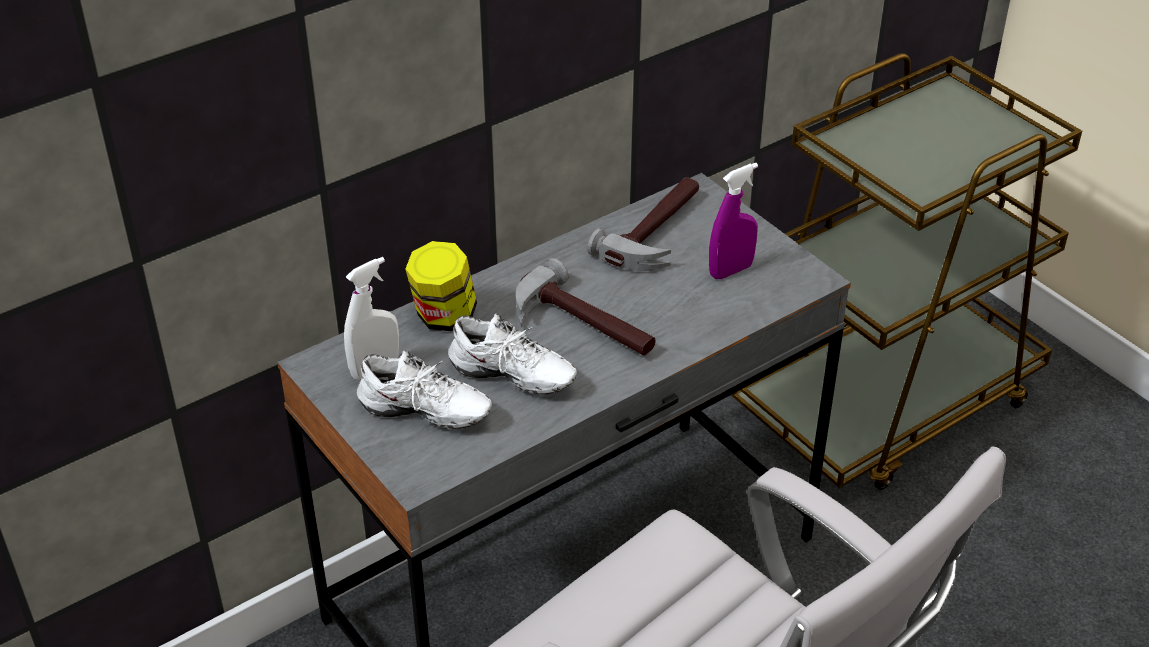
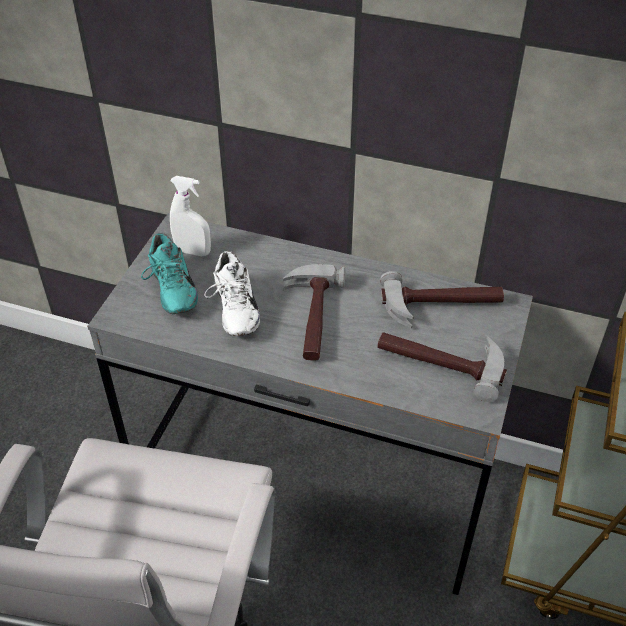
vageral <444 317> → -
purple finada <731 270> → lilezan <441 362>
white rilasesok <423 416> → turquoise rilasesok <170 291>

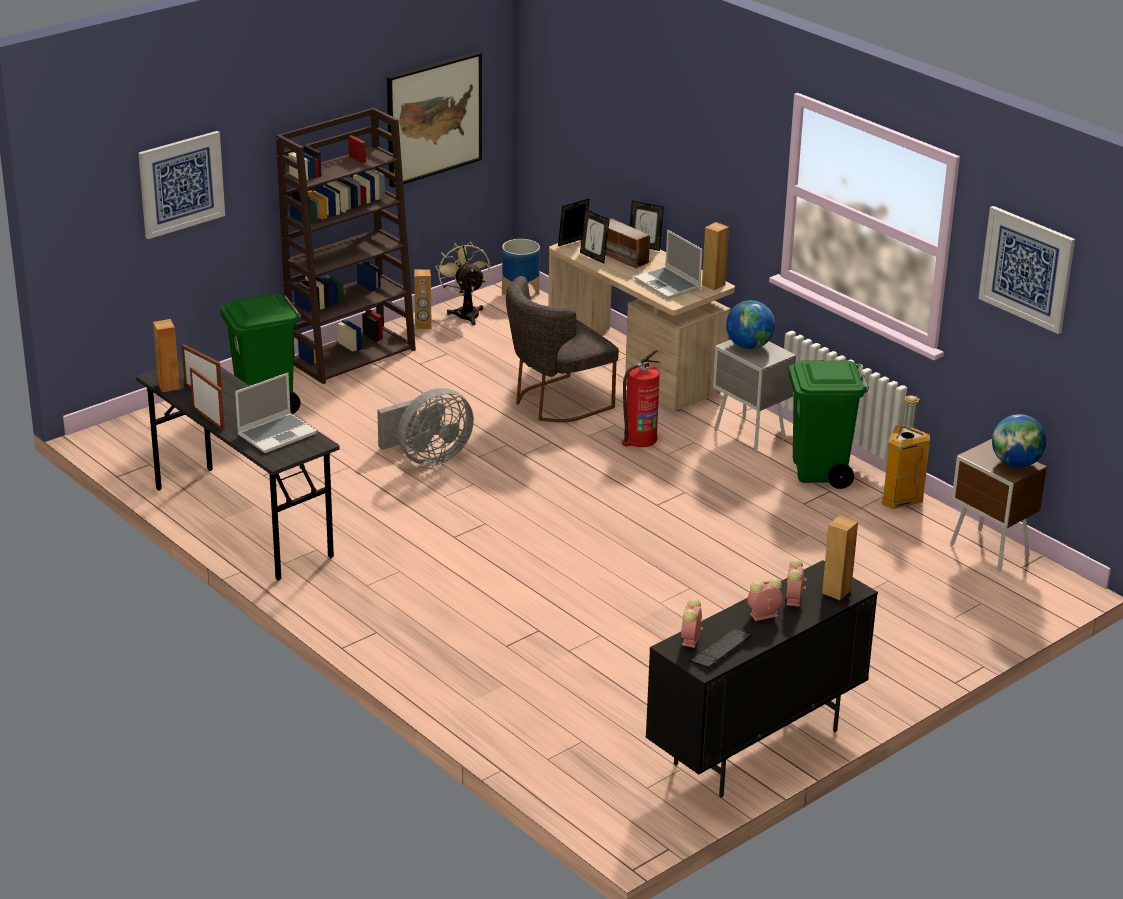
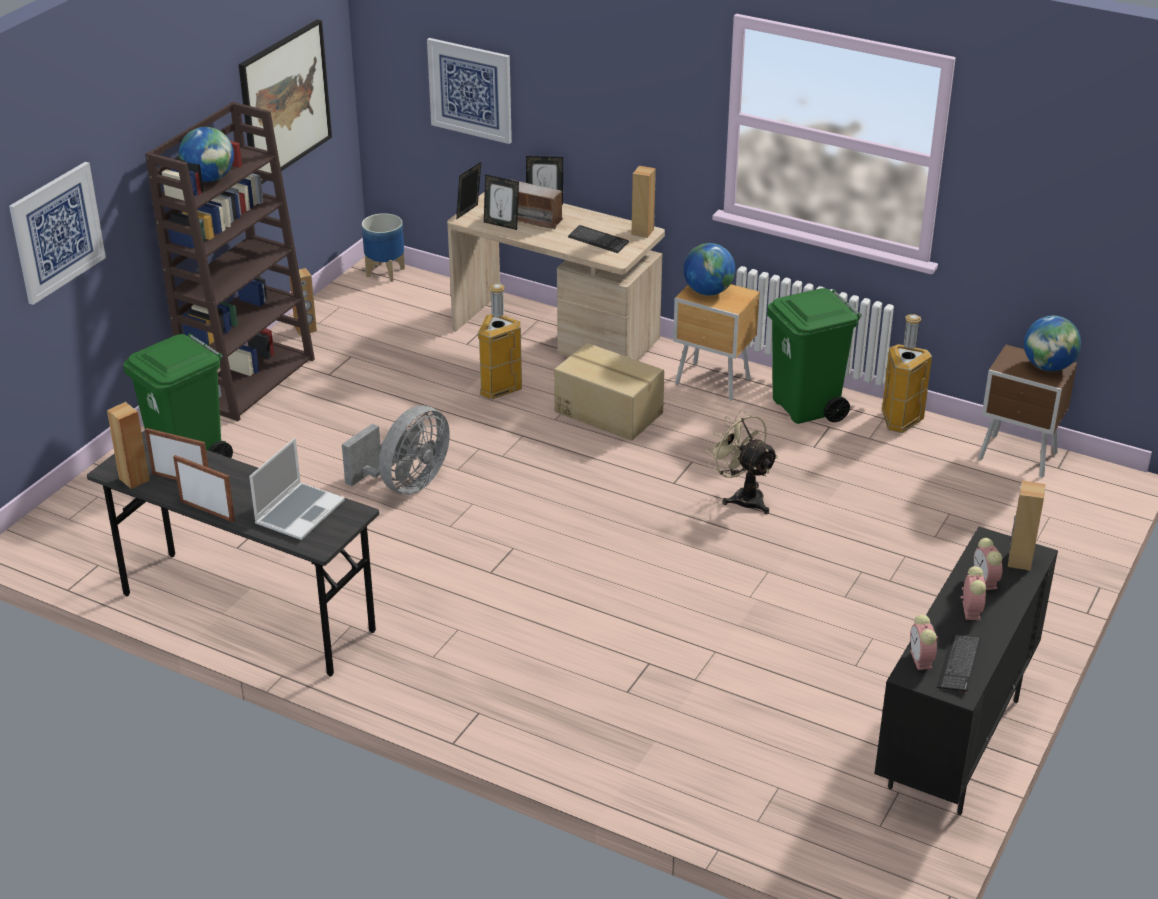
- → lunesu <209 179>
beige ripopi <465 312> → beige ripopi <742 497>, shifted
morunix <1027 269> → morunix <470 90>, shifted
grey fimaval <556 403> → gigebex <499 389>
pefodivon <639 439> → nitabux <609 411>
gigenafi <668 284> → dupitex <598 240>
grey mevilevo <750 436> → brown mevilevo <713 383>
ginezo <763 615> → ginezo <970 609>, 135 degrees clockwise

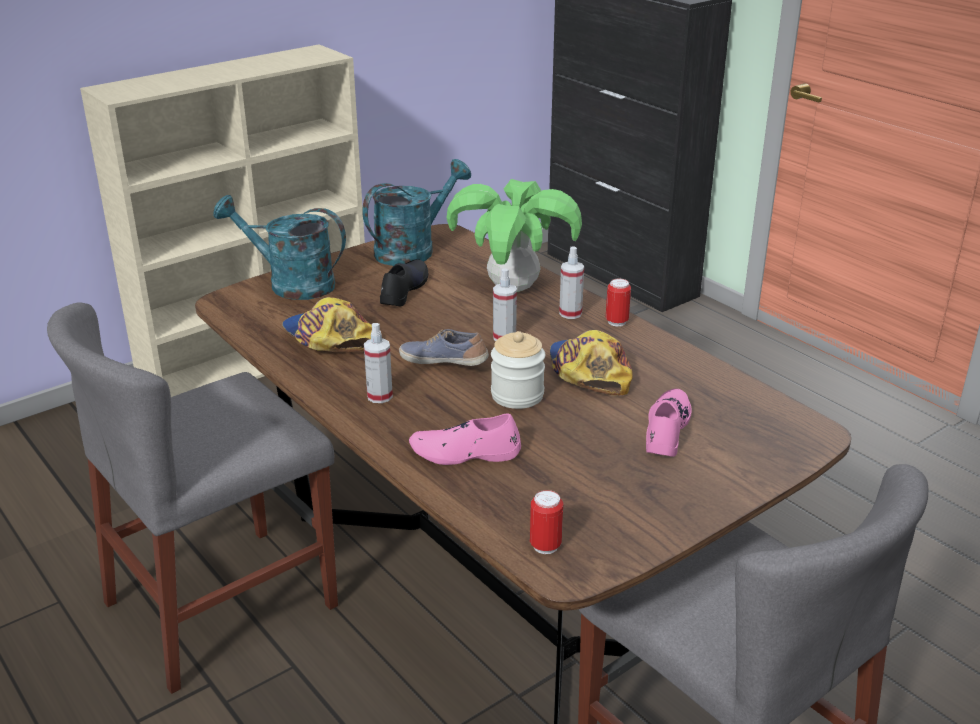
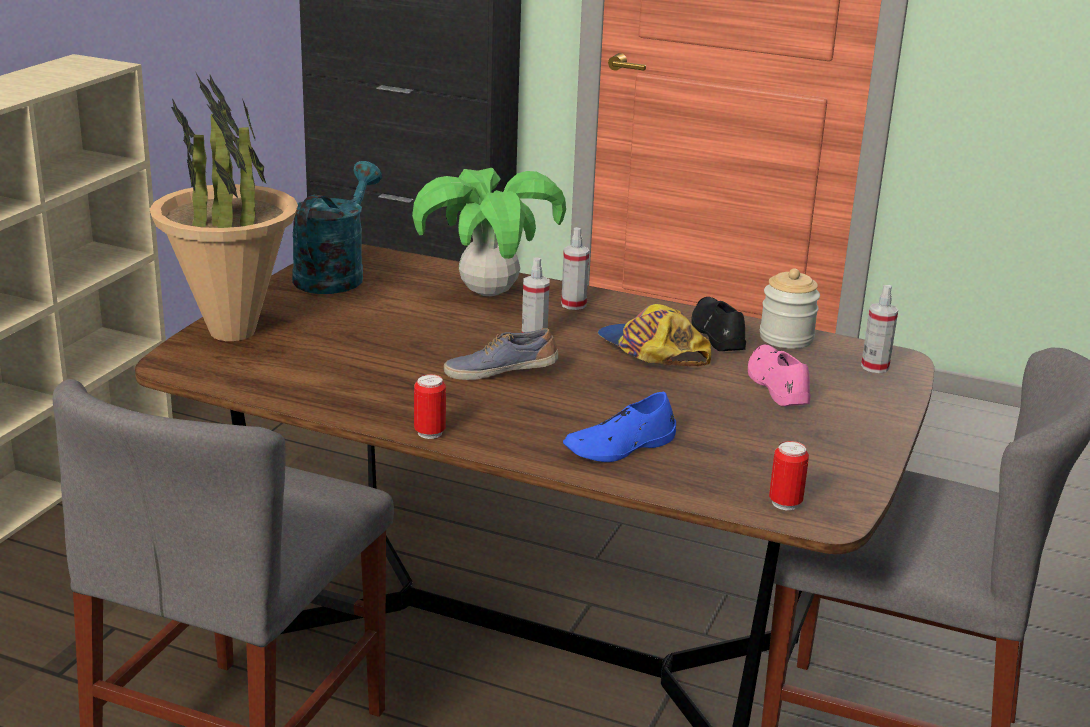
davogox <328 338> → -
finada <379 396> → finada <875 367>, shifted
black rilasesok <403 289> → black rilasesok <717 333>, shifted
vageral <517 395> → vageral <786 338>, shifted
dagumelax <616 322> → dagumelax <429 433>, shifted
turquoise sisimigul <291 284> → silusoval <233 332>
pink rilasesok <465 453> → blue rilasesok <620 446>

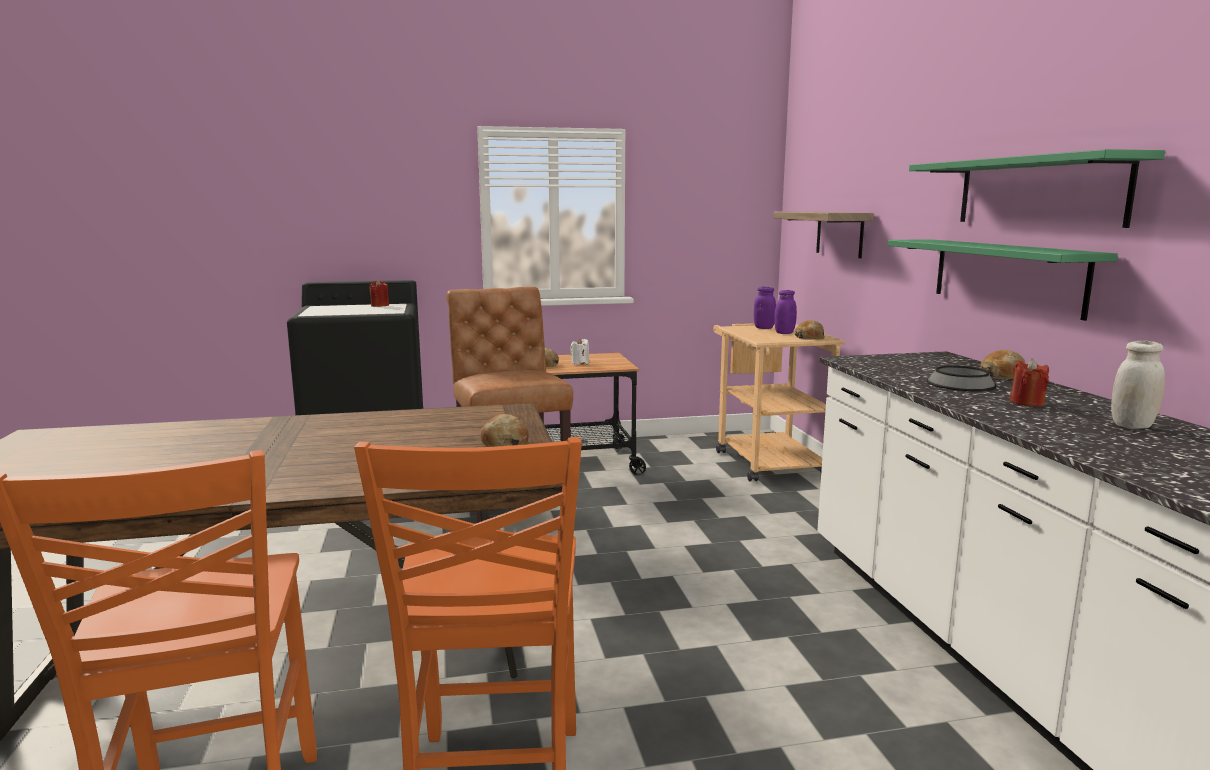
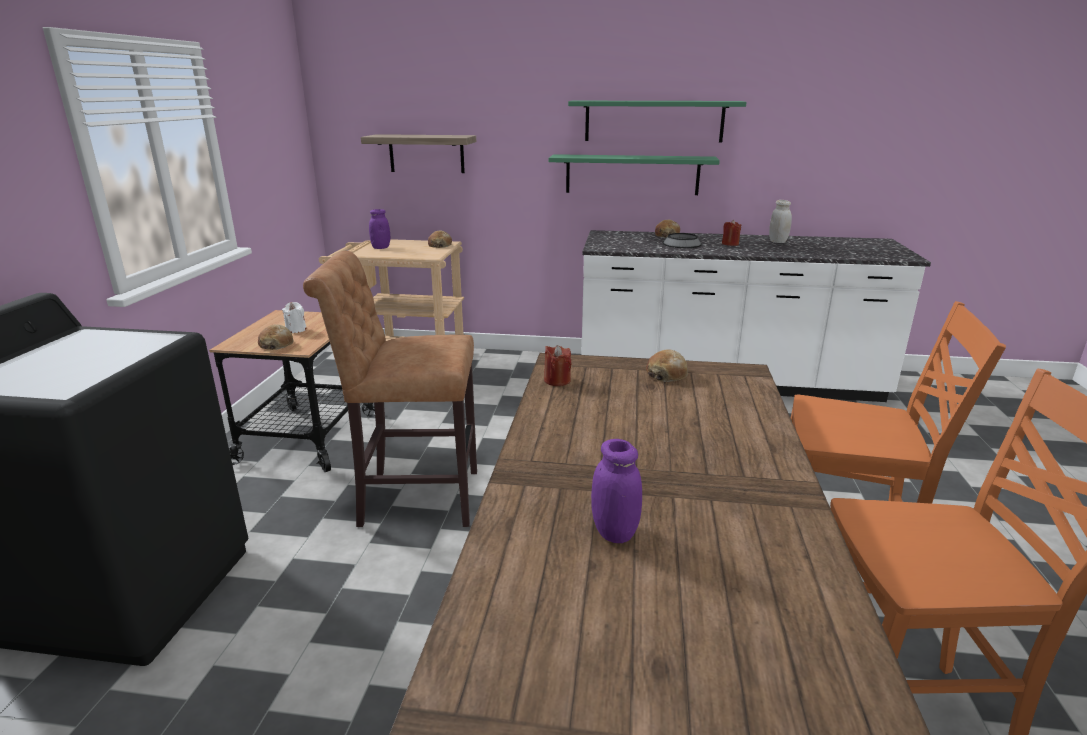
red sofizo <380 305> → red sofizo <557 380>, shifted
purple vageral <784 333> → purple vageral <614 532>, shifted

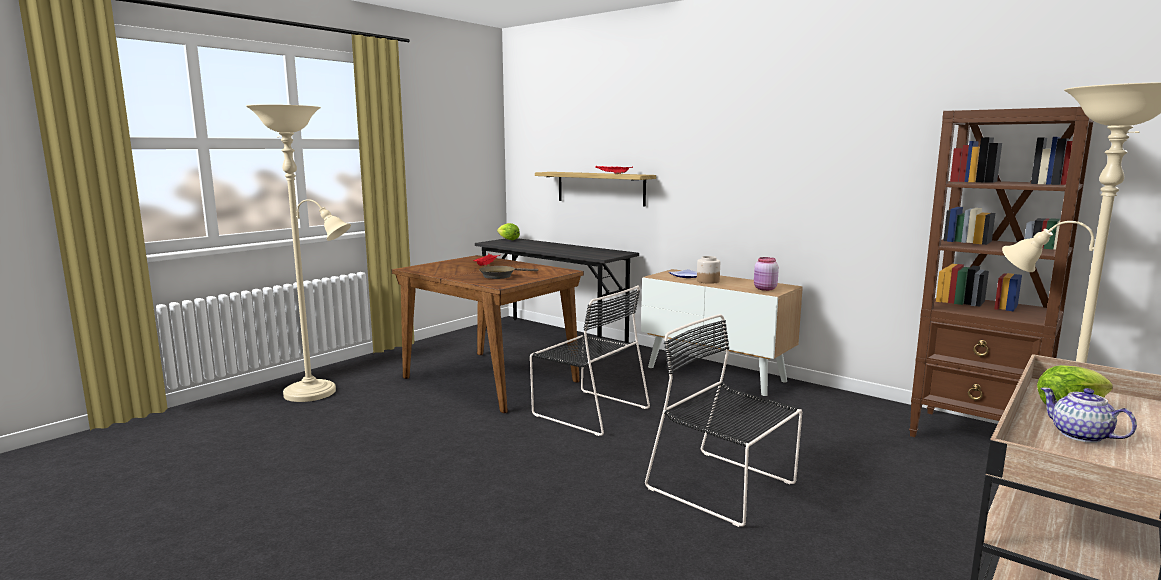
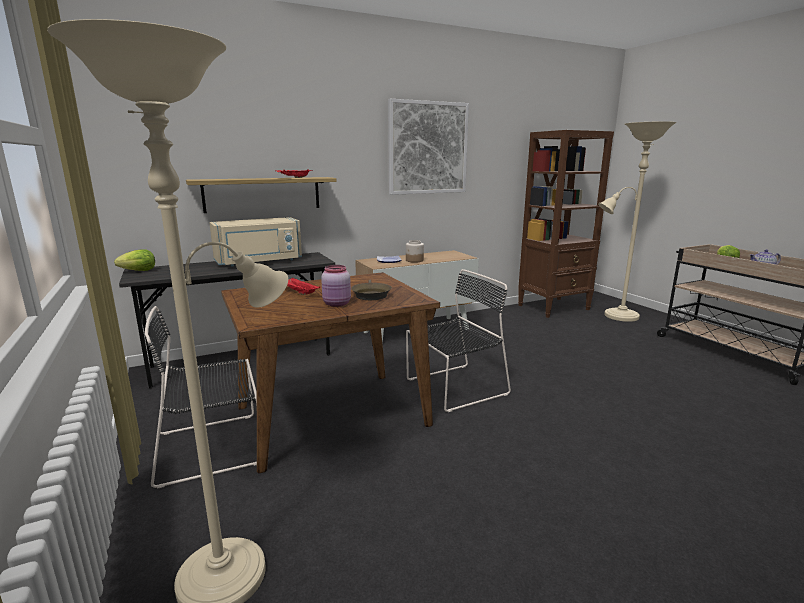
- → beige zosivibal <259 262>
- → morunix <428 148>
black fimaval <725 487> → black fimaval <214 447>, shifted
pink vageral <765 289> → pink vageral <337 304>, shifted

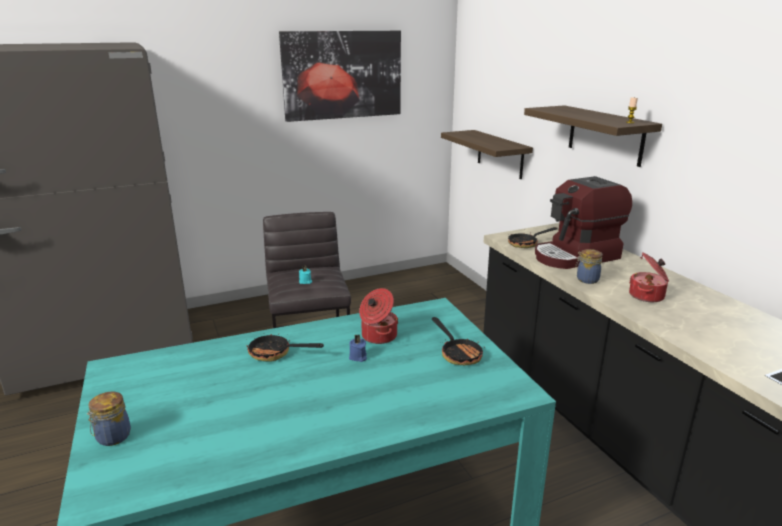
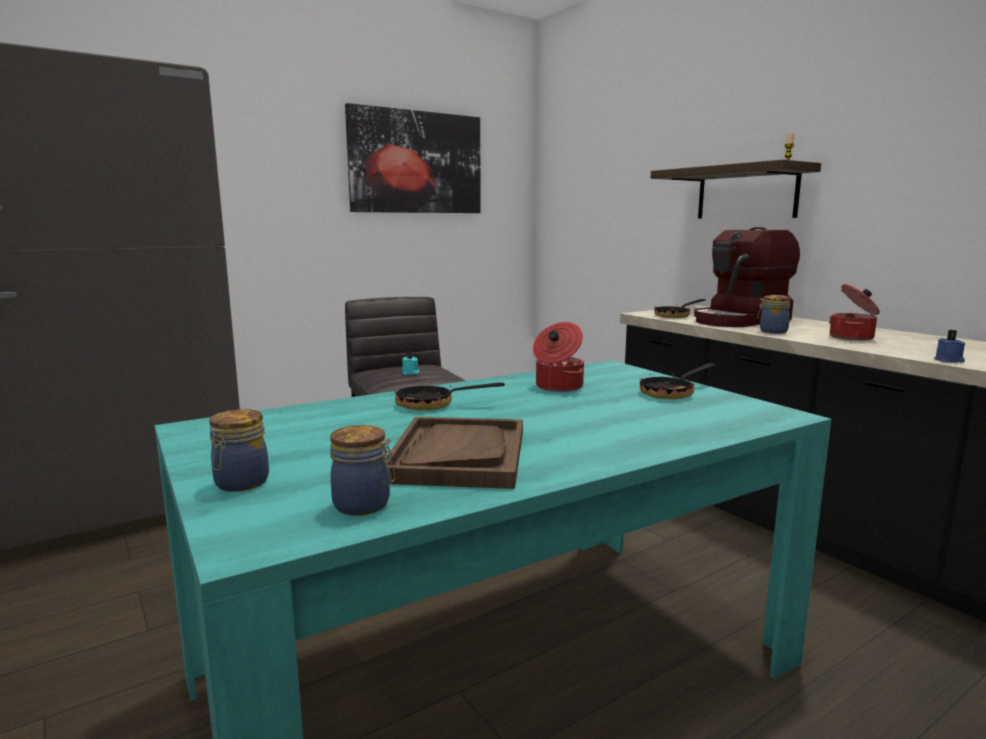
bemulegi <500 154> → -
- → vageral <364 505>
- → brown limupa <458 455>
blue sofizo <358 357> → blue sofizo <949 360>, shifted
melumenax <458 353> → melumenax <672 393>, 90 degrees clockwise

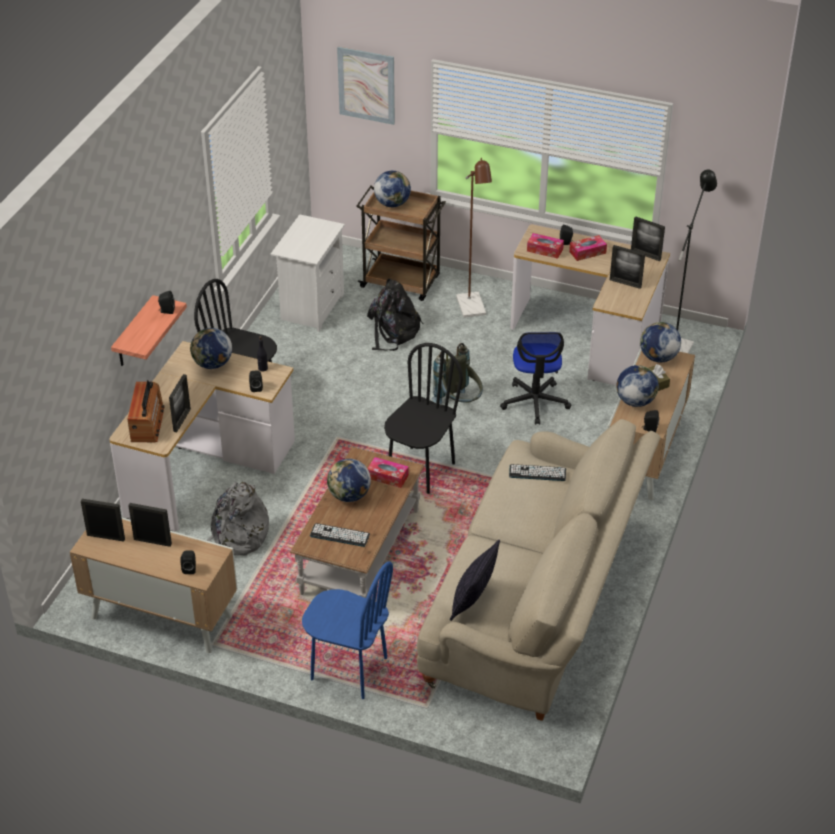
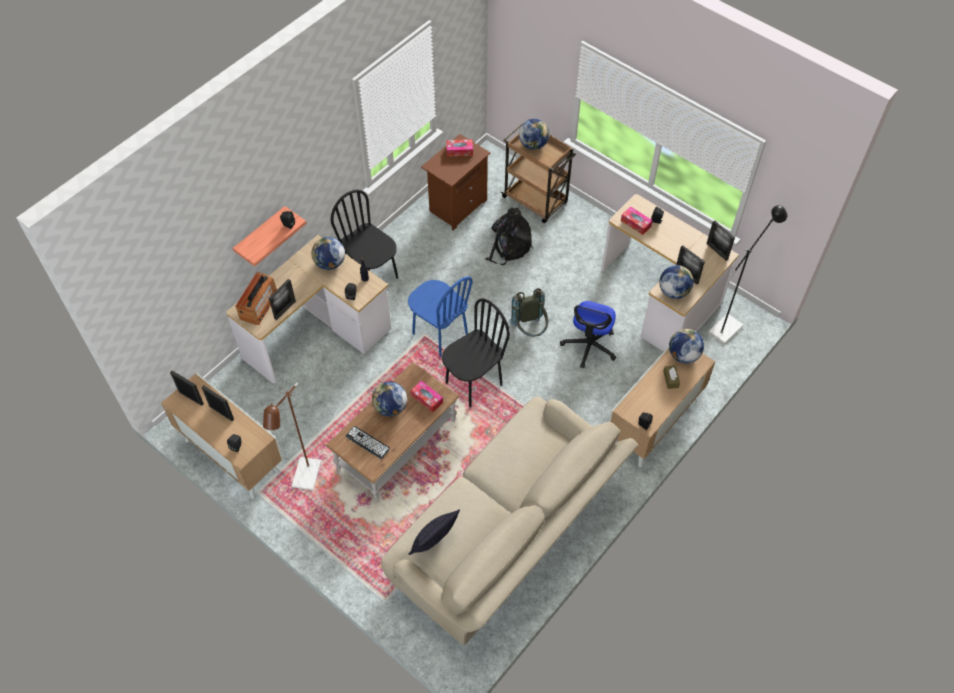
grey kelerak <236 538> → -
morunix <366 85> → -
dupitex <537 473> → -
blue fimaval <348 669> → blue fimaval <439 334>, shifted
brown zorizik <472 310> → brown zorizik <305 480>, shifted
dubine <587 252> → dubine <459 151>, shifted
lunesu <635 401> → lunesu <673 291>, shifted
white mevilevo <311 307> → brown mevilevo <457 206>

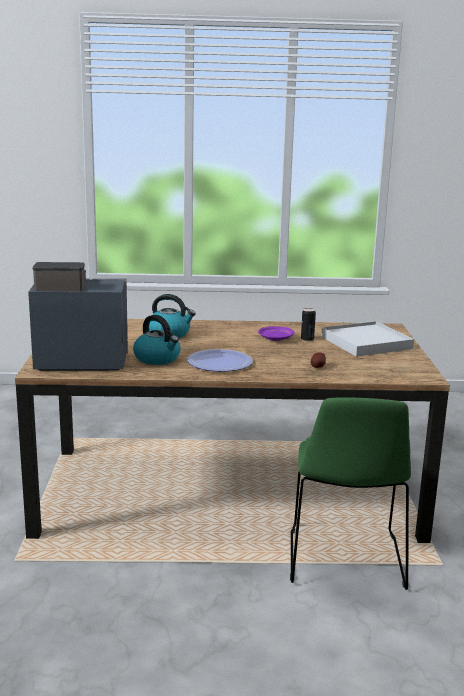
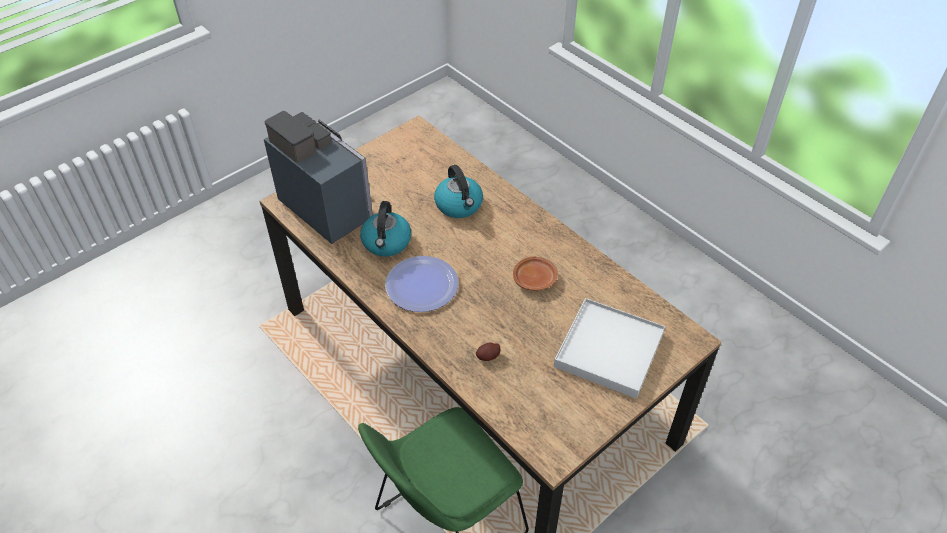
dagumelax <307 339> → -
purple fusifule <276 339> → brown fusifule <535 279>

